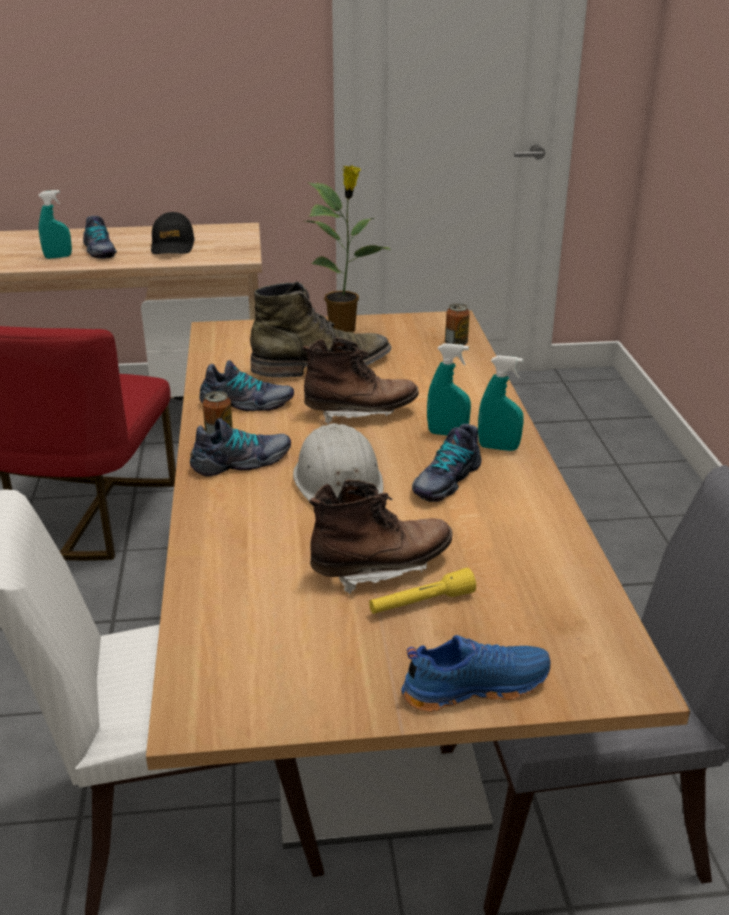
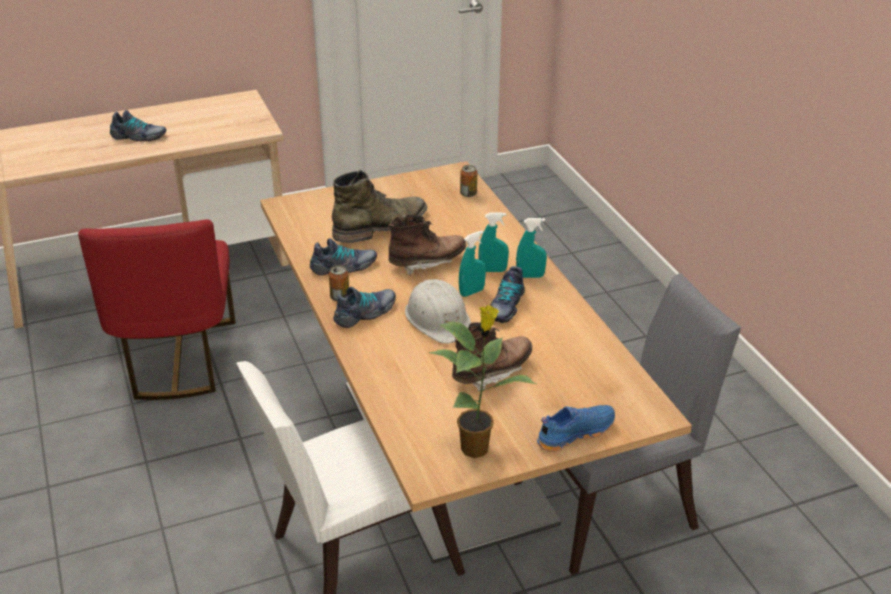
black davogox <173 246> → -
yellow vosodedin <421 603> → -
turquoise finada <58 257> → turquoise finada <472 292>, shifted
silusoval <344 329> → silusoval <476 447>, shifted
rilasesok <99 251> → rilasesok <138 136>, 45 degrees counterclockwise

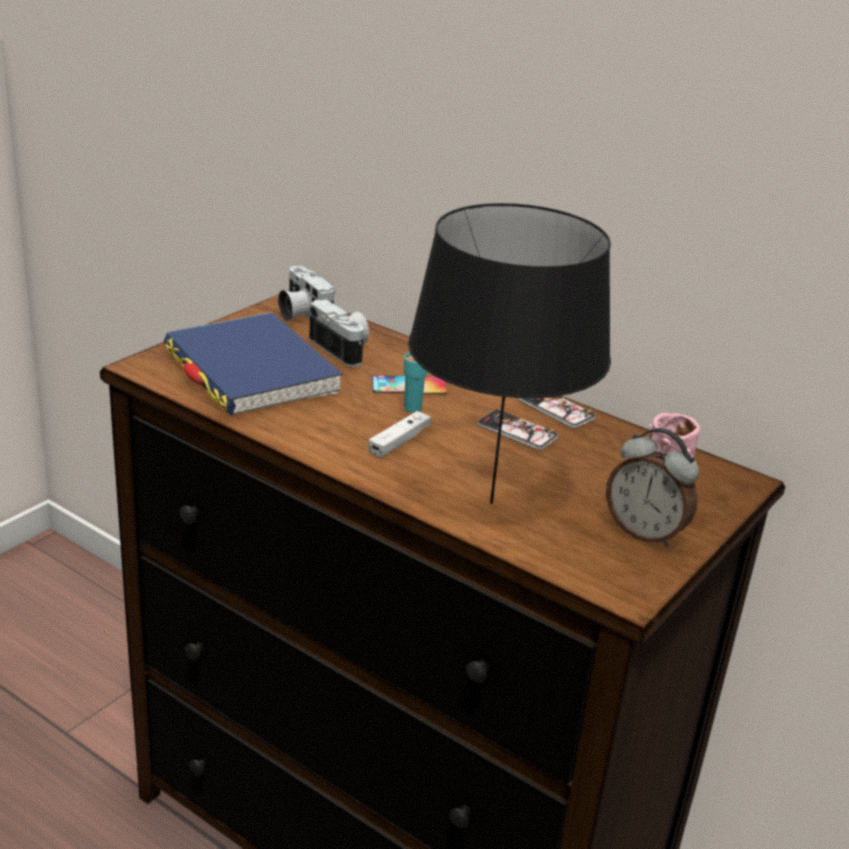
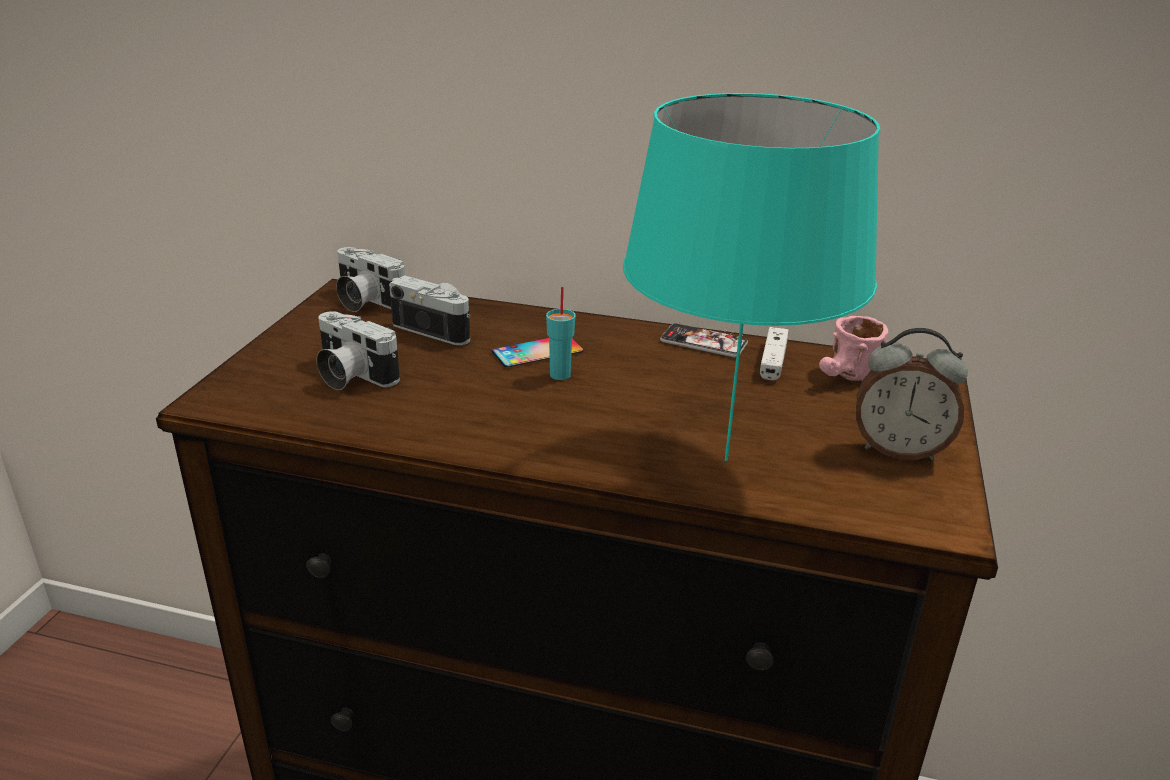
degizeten <517 431> → -
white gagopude <399 442> → white gagopude <773 361>, shifted
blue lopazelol <251 371> → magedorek <350 376>
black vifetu <492 503> → turquoise vifetu <727 460>

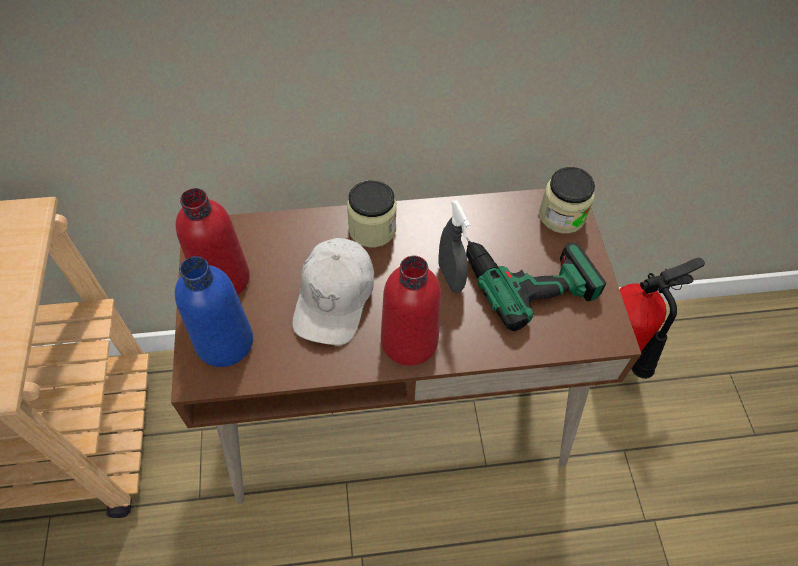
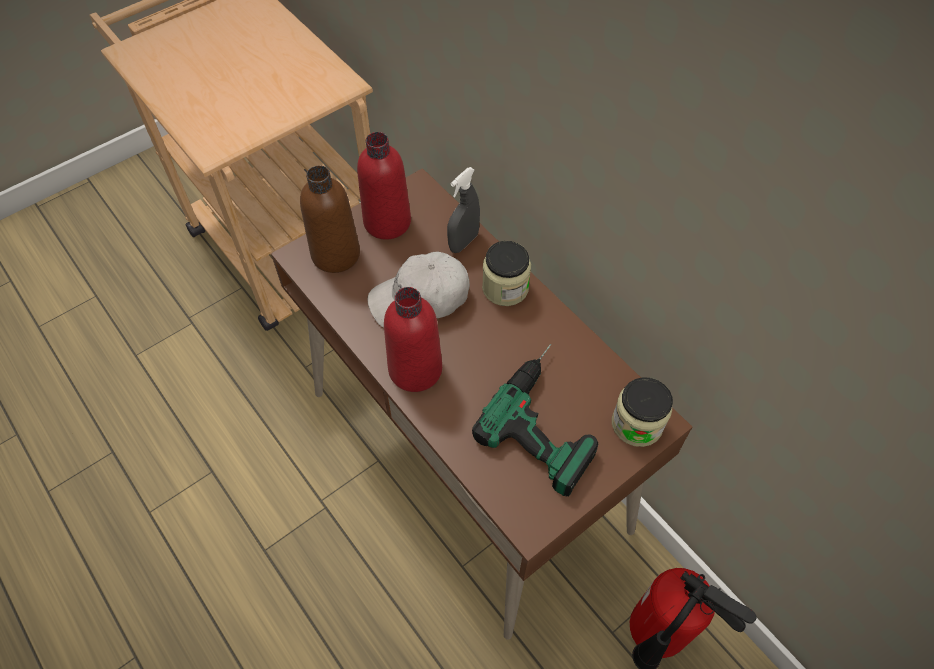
grey finada <450 277> → grey finada <463 242>, shifted
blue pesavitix <224 342> → brown pesavitix <336 254>

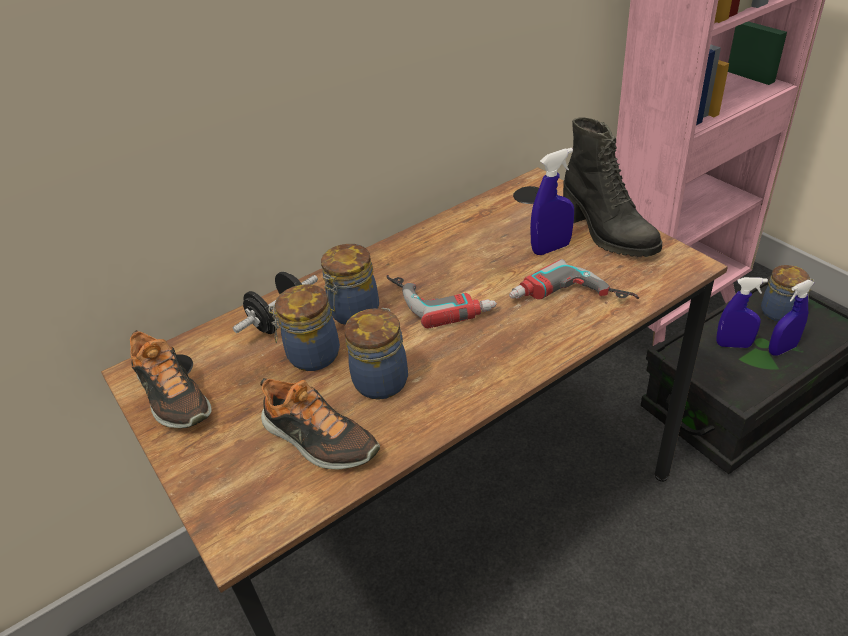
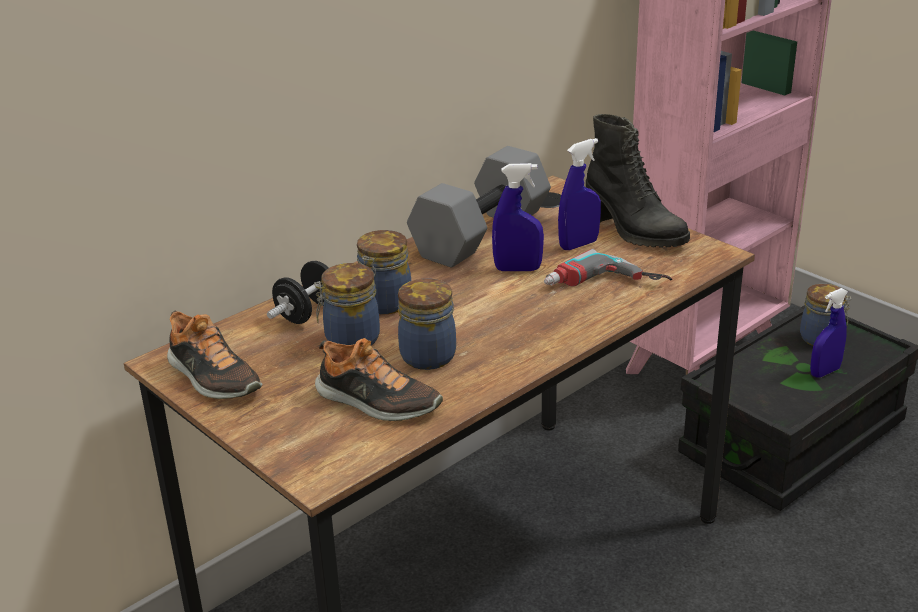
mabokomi <441 298> → -
- → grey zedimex <480 233>
blue finada <733 344> → blue finada <517 269>, shifted

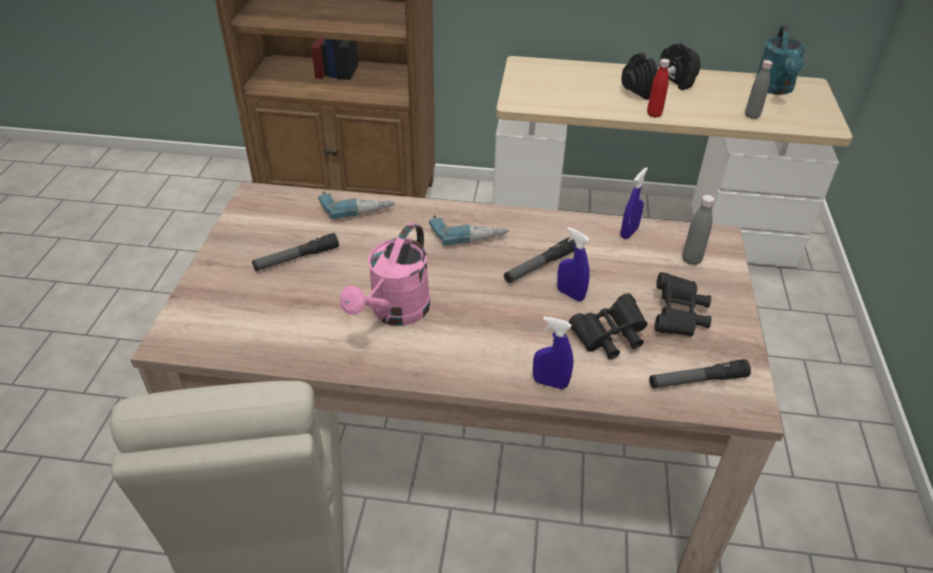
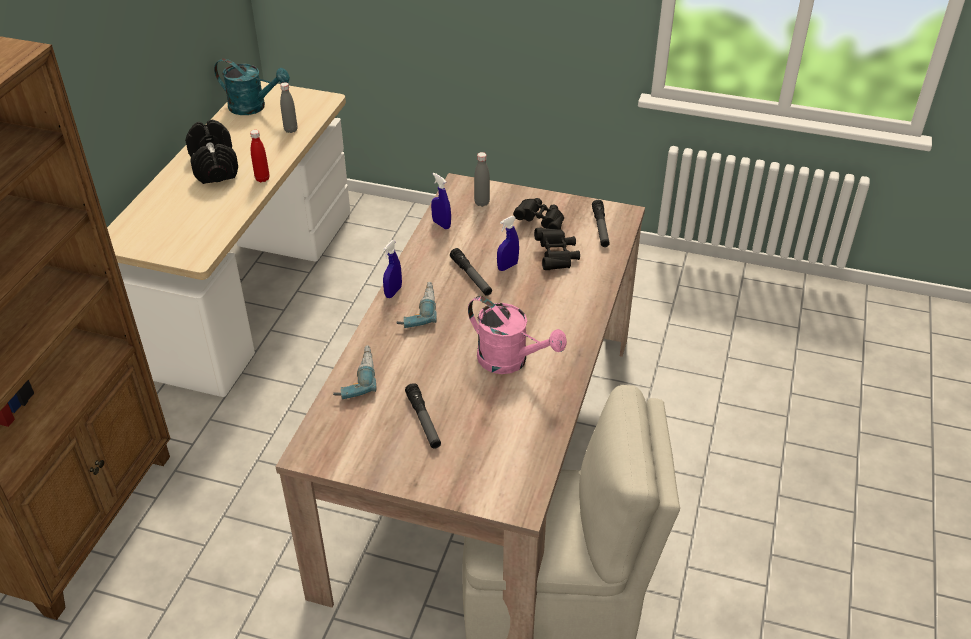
blue finada <550 383> → blue finada <393 292>, shifted

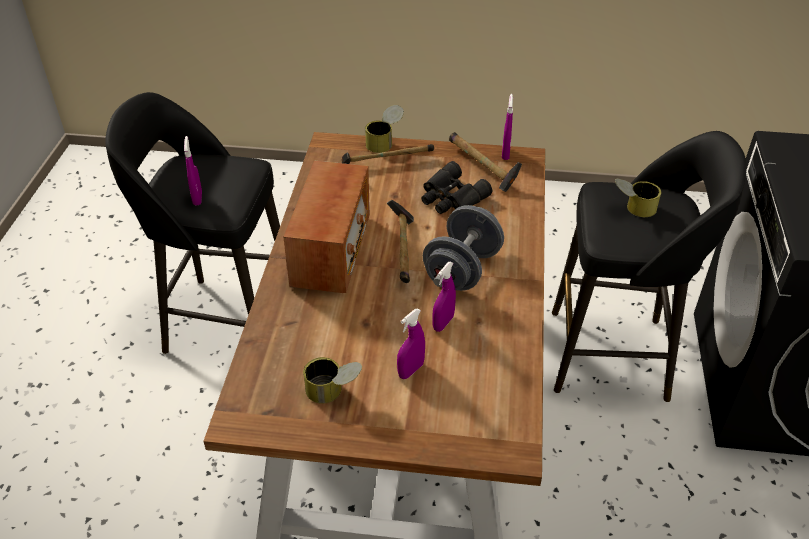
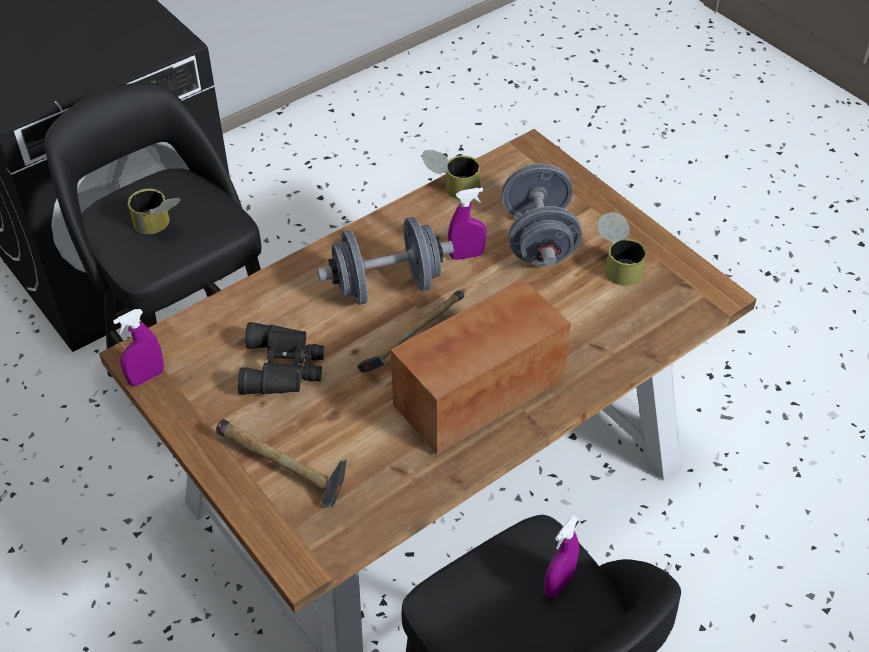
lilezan <482 168> → -
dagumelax <385 141> → dagumelax <451 187>, shifted
purple finada <411 370> → grey zedimex <538 239>

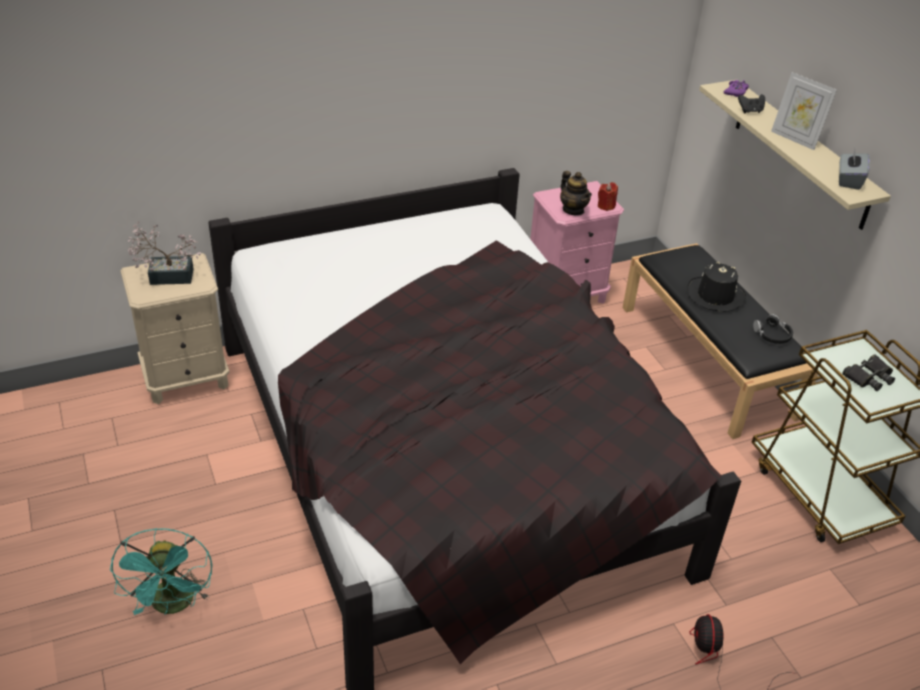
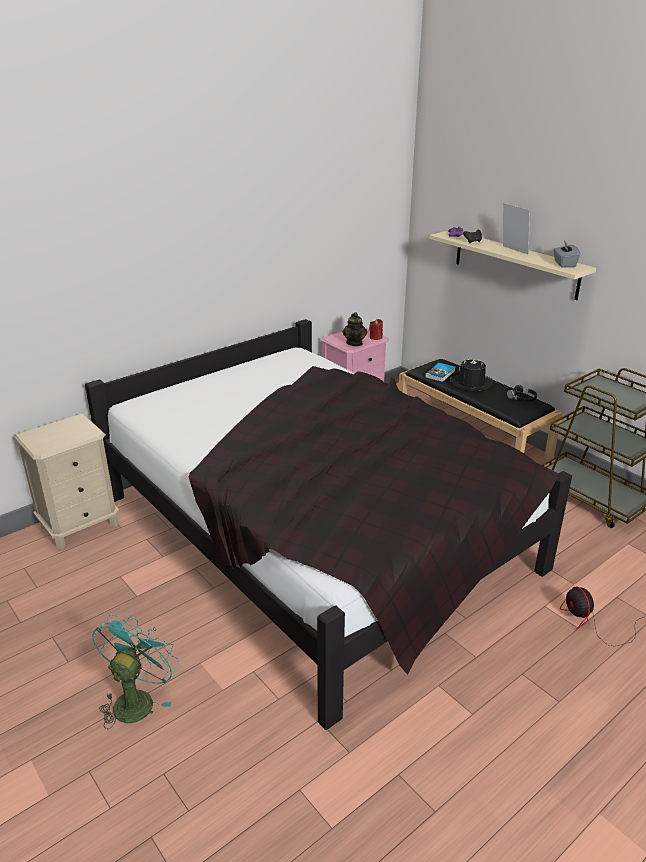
silusoval <166 276> → -
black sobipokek <868 377> → -
- → lopazelol <440 374>
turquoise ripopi <173 605> → turquoise ripopi <137 699>, 135 degrees counterclockwise
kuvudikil <573 210> → kuvudikil <354 343>, 45 degrees clockwise
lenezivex <795 139> → lenezivex <512 250>, 150 degrees counterclockwise

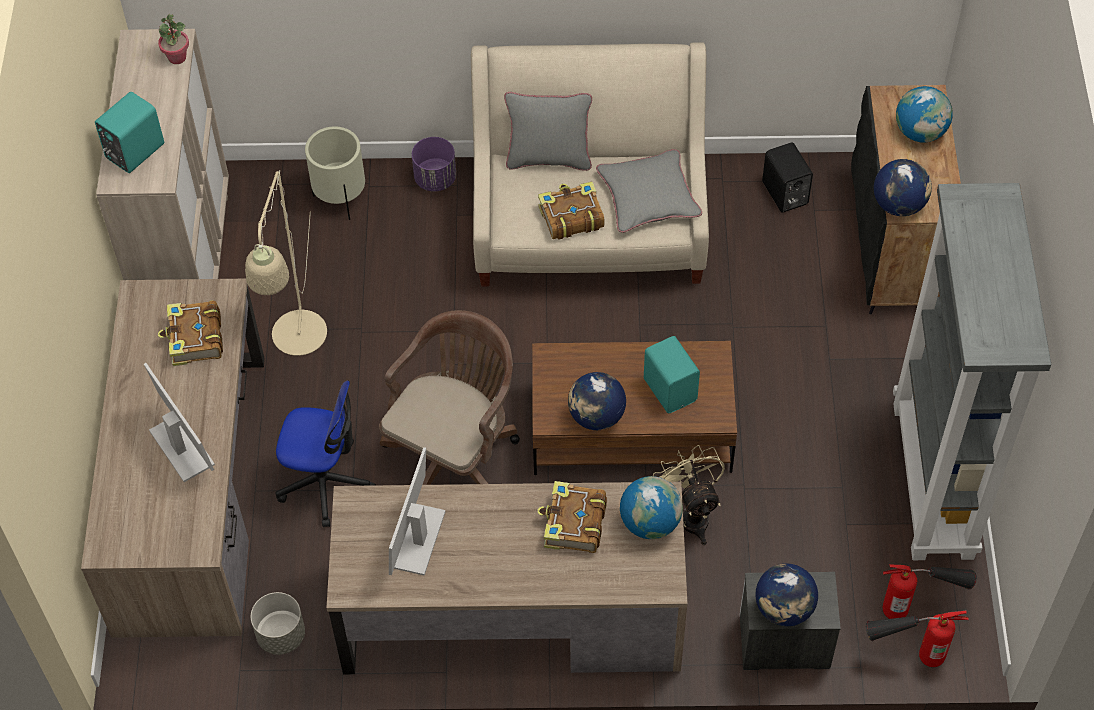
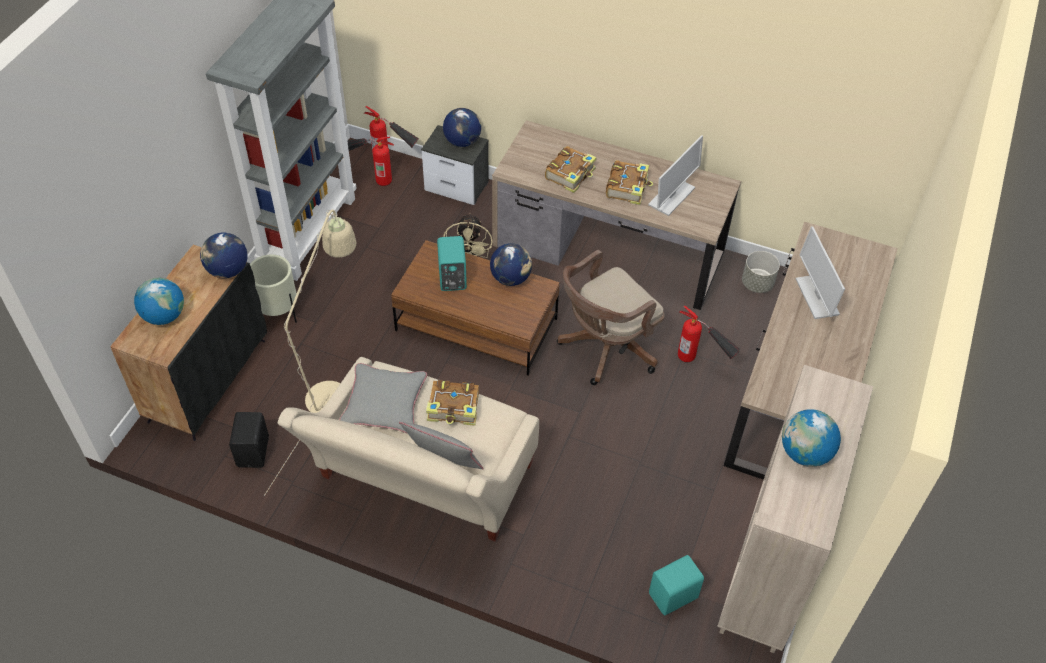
silusoval <177 57> → -
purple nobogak <435 178> → -
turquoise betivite <133 151> → turquoise betivite <674 596>, shifted
lopazelol <195 339> → lopazelol <627 187>, shifted
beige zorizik <299 345> → beige zorizik <332 389>, shifted
beige nobogak <341 198> → beige nobogak <278 313>, shifted
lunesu <650 522> → lunesu <804 453>, shifted
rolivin <325 481> → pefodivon <701 363>

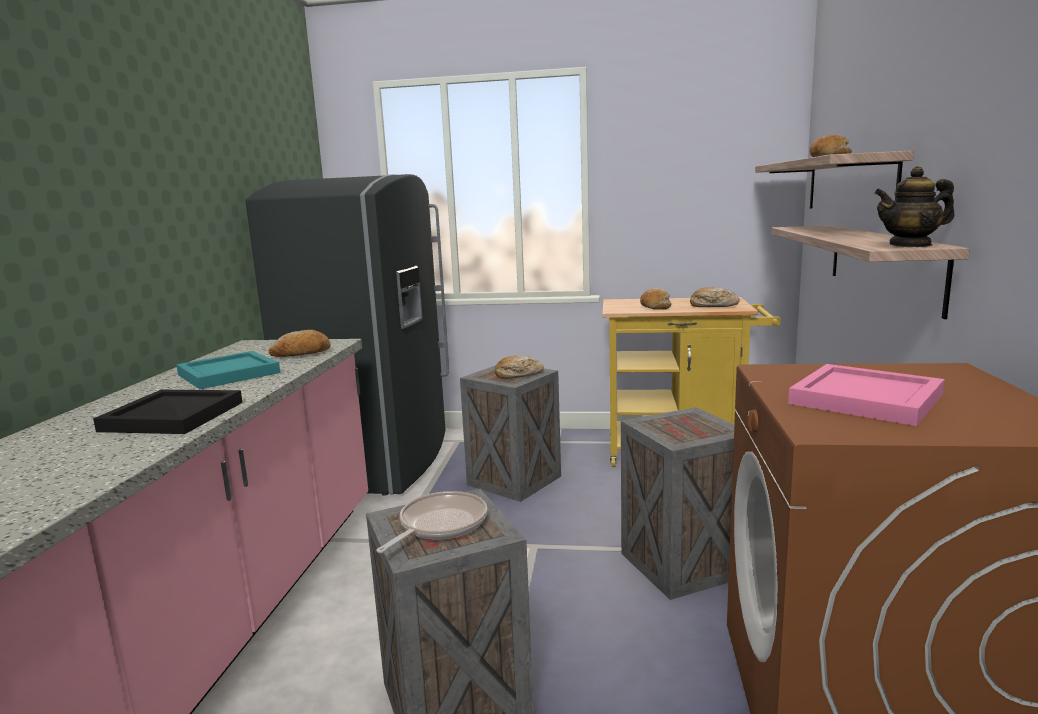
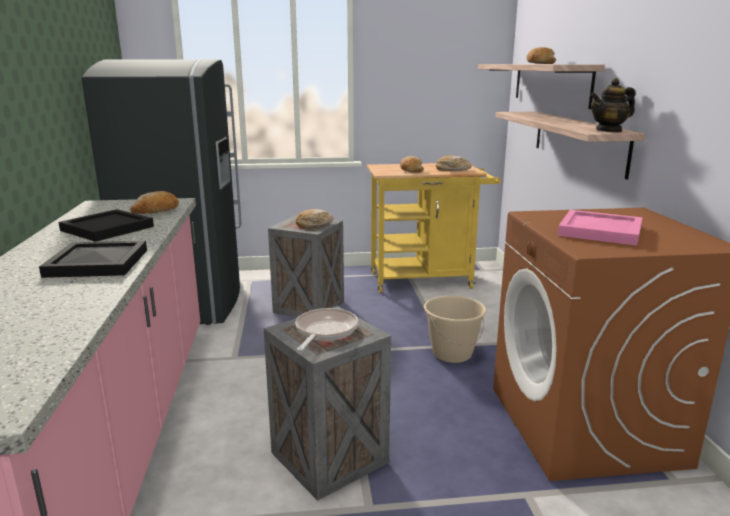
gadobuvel <683 563> → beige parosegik <452 354>
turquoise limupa <229 373> → black limupa <107 228>

